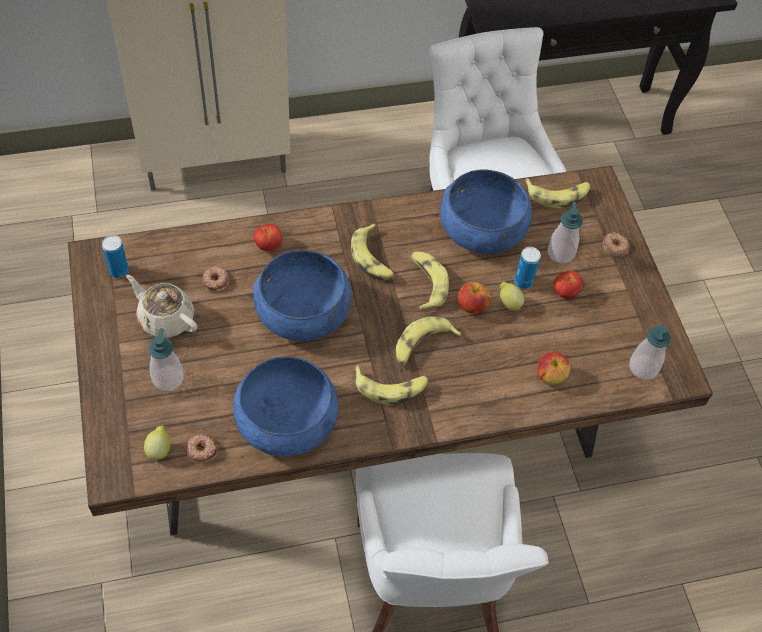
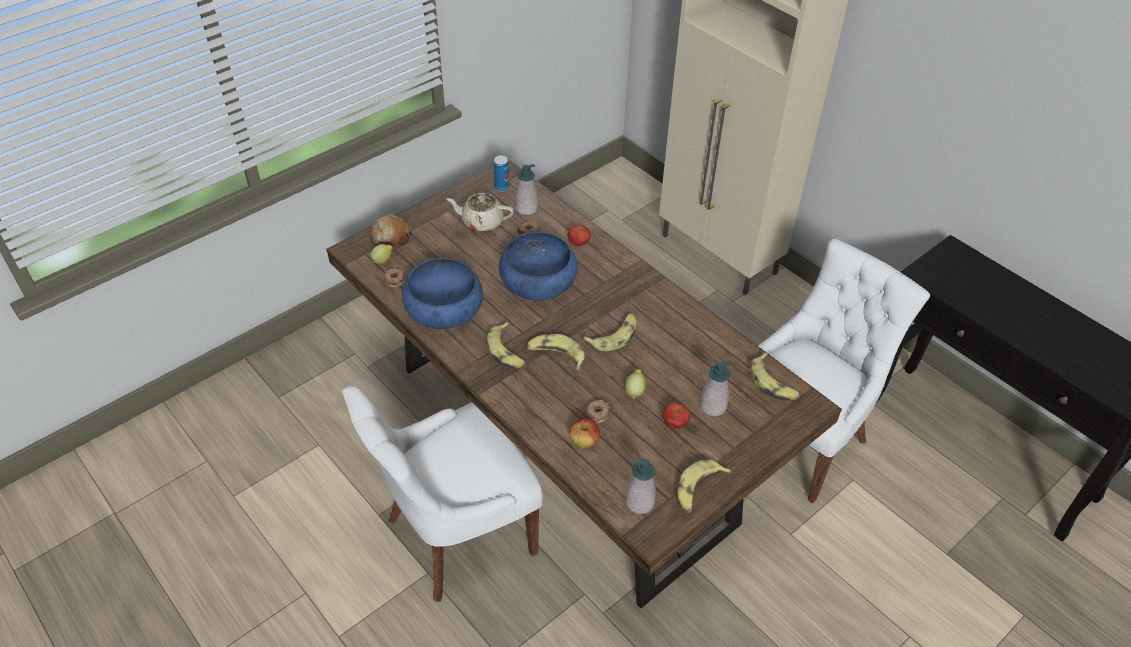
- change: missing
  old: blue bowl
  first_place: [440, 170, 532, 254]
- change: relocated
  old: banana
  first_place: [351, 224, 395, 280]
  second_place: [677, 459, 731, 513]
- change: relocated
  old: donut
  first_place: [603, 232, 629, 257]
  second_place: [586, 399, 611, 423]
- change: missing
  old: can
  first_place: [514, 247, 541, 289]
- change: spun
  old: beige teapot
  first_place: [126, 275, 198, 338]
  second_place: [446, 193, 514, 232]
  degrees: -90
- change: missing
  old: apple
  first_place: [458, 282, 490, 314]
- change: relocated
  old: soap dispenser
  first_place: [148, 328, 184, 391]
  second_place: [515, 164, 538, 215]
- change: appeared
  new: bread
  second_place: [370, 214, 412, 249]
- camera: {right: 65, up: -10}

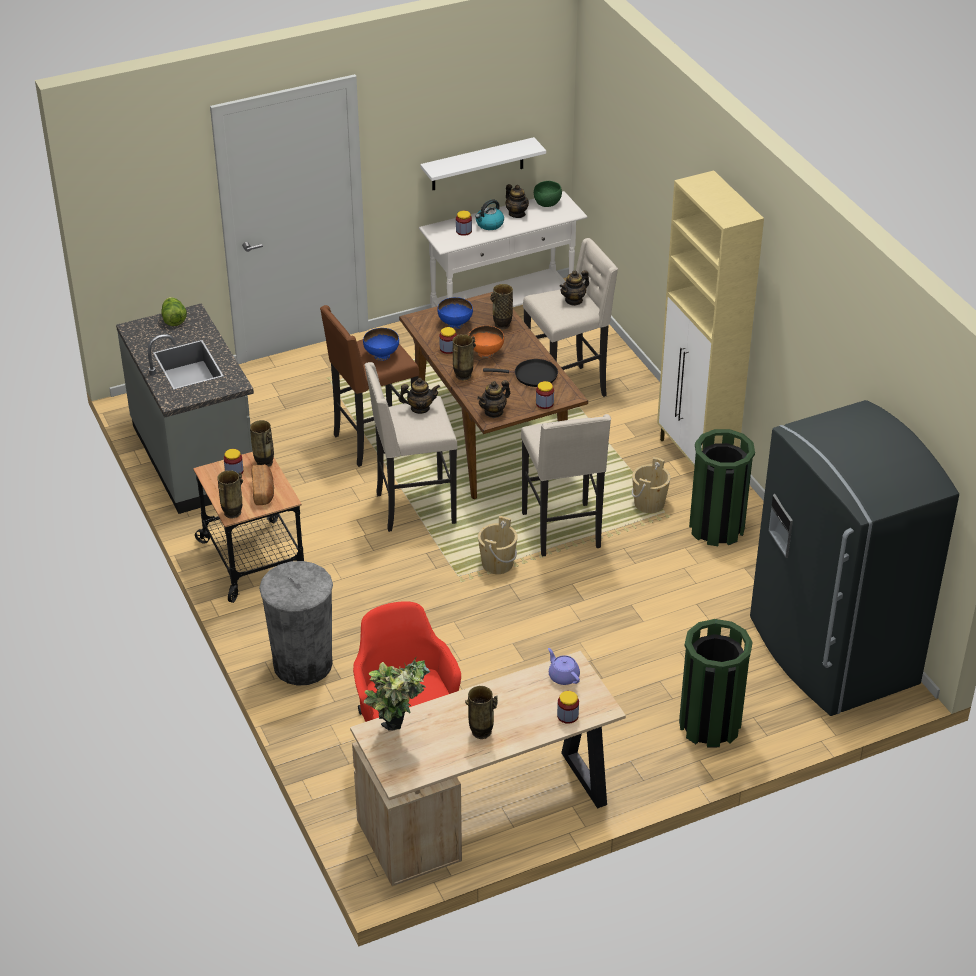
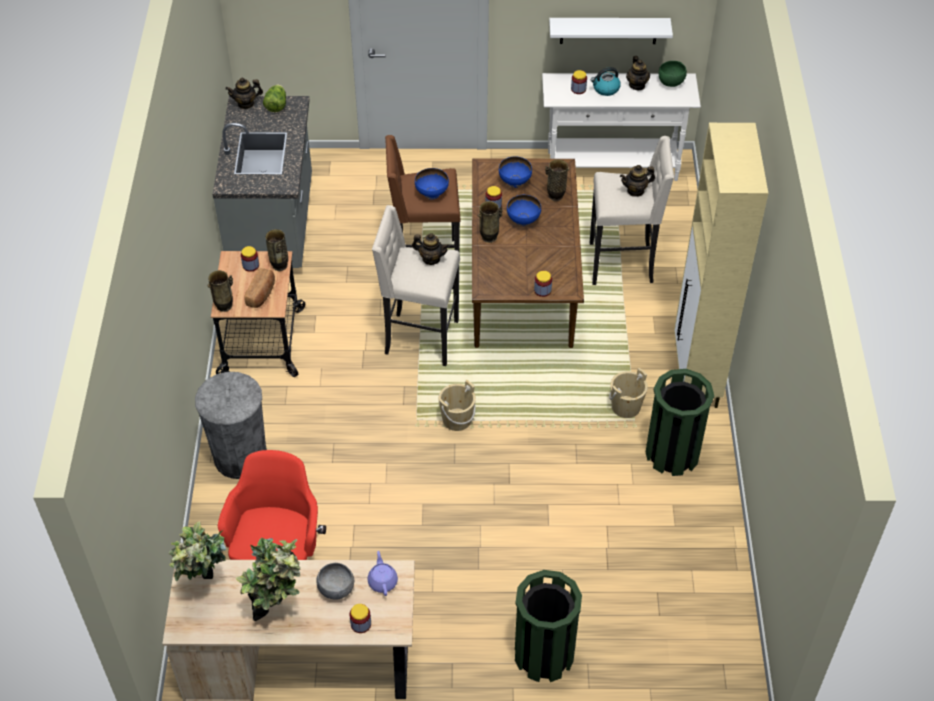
- change: colour
  old: orange bowl
  new: blue bowl
  first_place: [469, 326, 504, 358]
  second_place: [507, 195, 541, 226]
- change: missing
  old: black frying pan
  first_place: [483, 359, 558, 387]
- change: relocated
  old: teapot
  first_place: [477, 380, 510, 418]
  second_place: [225, 78, 263, 109]
- change: missing
  old: grey fridge
  first_place: [750, 400, 959, 716]
- change: missing
  old: beige stool
  first_place: [521, 414, 611, 556]
- change: exchanged
  old: vase
  new: potted plant
  first_place: [465, 686, 498, 739]
  second_place: [235, 538, 300, 621]
- change: appeared
  new: grey bowl
  second_place: [316, 563, 354, 600]
- camera: {right: 25, up: 10}

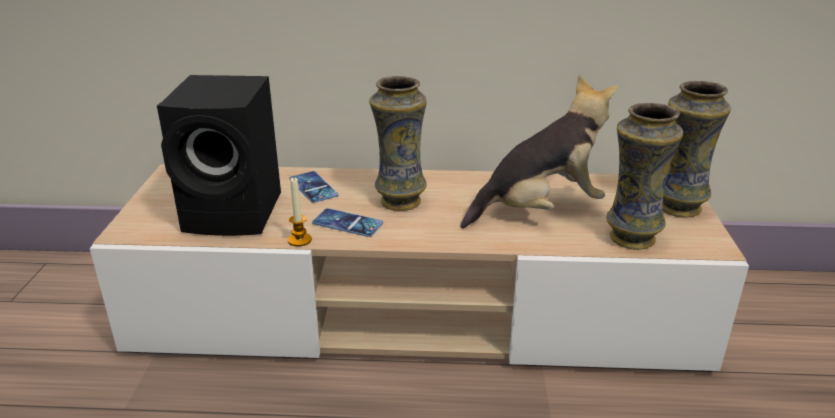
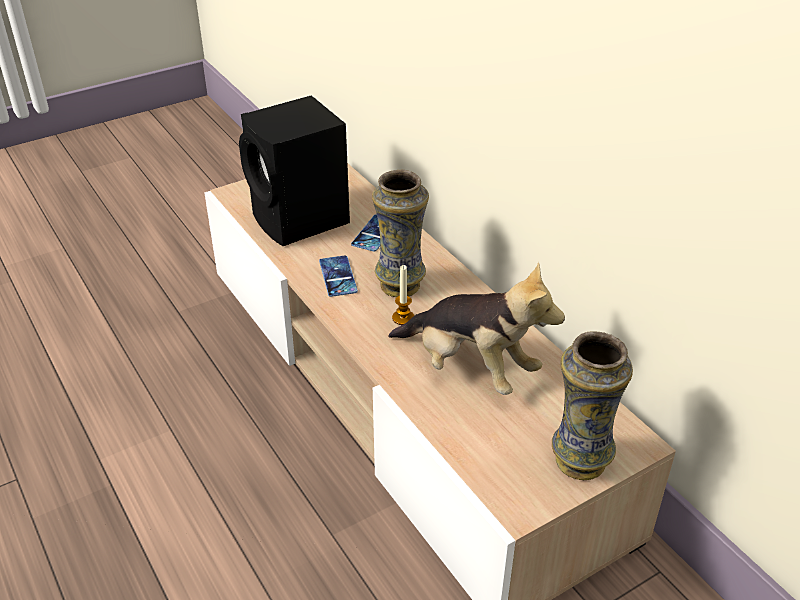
- change: missing
  old: vase
  first_place: [606, 103, 683, 250]
- change: relocated
  old: candle
  first_place: [288, 177, 312, 247]
  second_place: [392, 265, 414, 325]
- camera: {right: 55, up: 10}

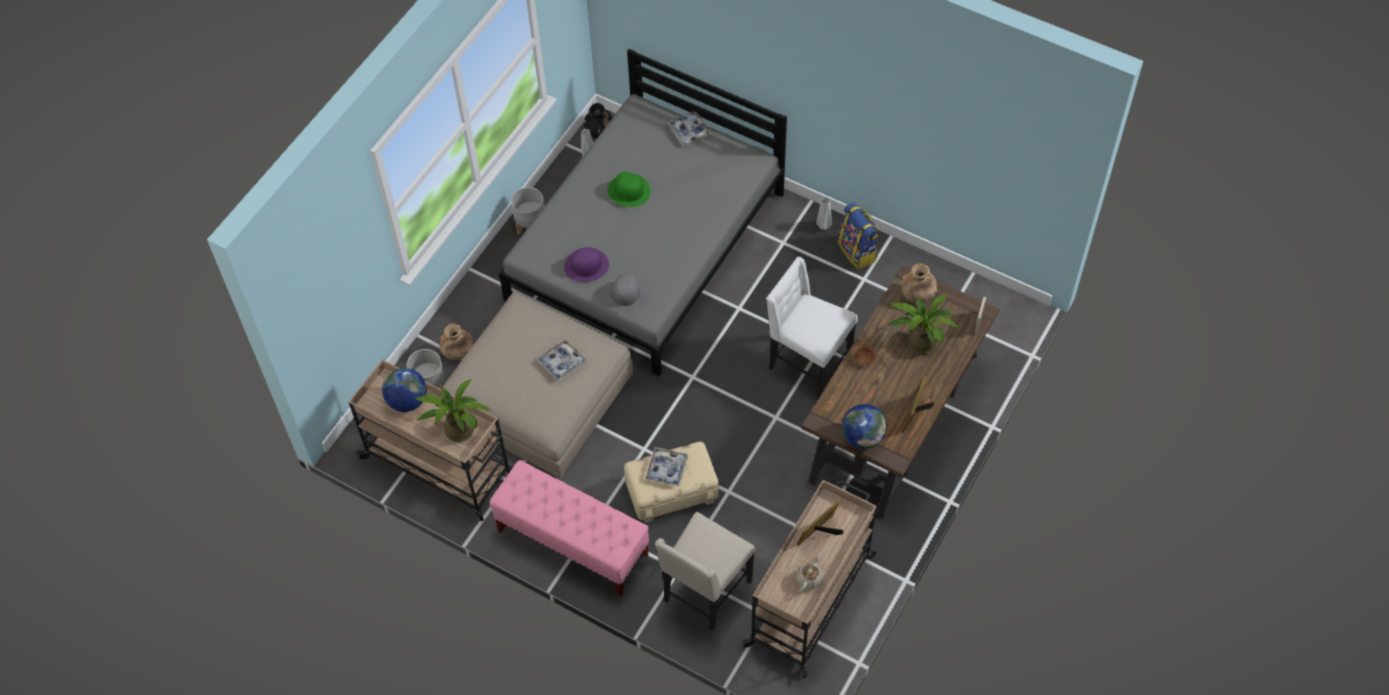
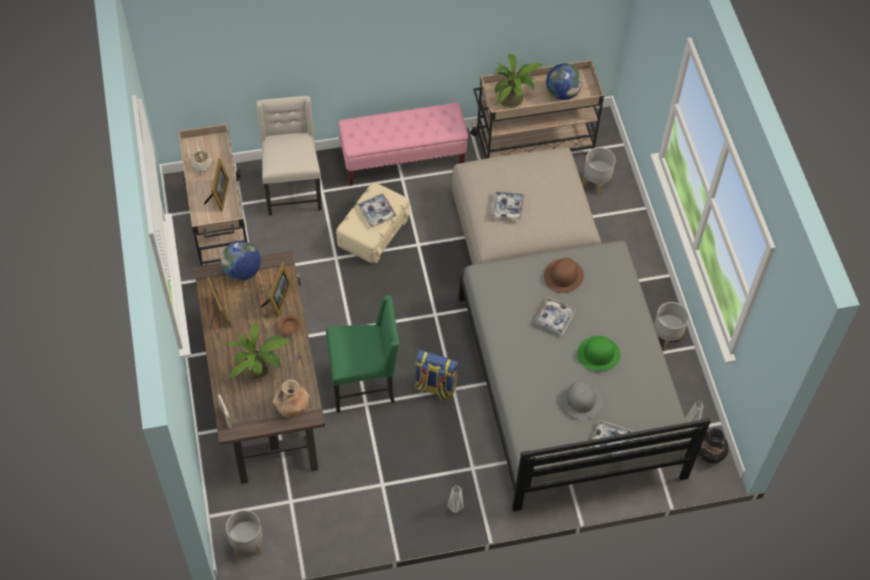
- change: relocated
  old: backpack
  first_place: [838, 203, 878, 270]
  second_place: [414, 350, 458, 401]
- change: colour
  old: purple hat
  new: brown hat
  first_place: [564, 247, 609, 282]
  second_place: [544, 258, 584, 293]
- change: colour
  old: white chair
  new: green chair
  first_place: [766, 257, 857, 398]
  second_place: [326, 295, 399, 413]
- change: relocated
  old: grey hat
  first_place: [604, 274, 647, 313]
  second_place: [560, 381, 602, 420]
- change: missing
  old: brown vase
  first_place: [440, 323, 473, 360]
- change: appeared
  new: picture frame
  second_place: [261, 262, 292, 318]
- change: appeared
  new: tray
  second_place: [534, 297, 576, 335]
- change: appeared
  new: grey planter
  second_place: [226, 510, 263, 558]
- camera: {right: 135, up: 0}

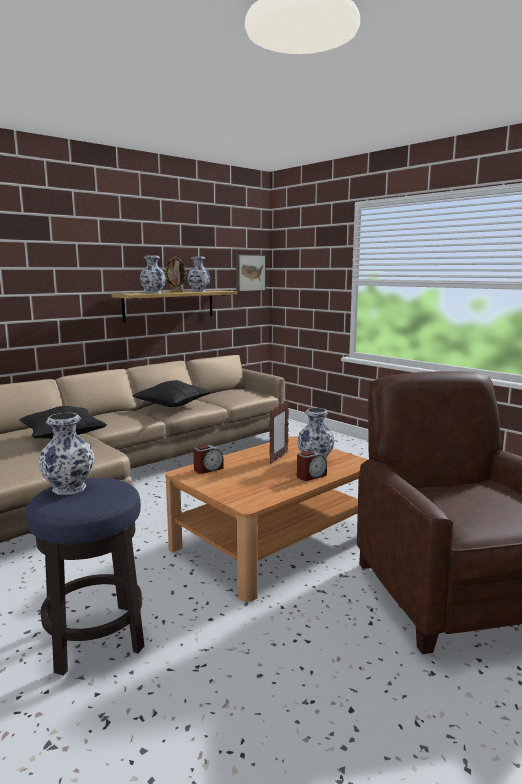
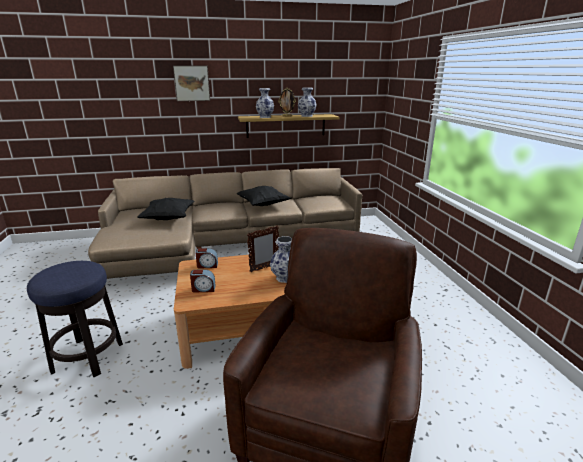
- change: relocated
  old: picture
  first_place: [236, 254, 266, 292]
  second_place: [173, 65, 210, 101]
- change: missing
  old: vase
  first_place: [38, 413, 95, 495]
- change: relocated
  old: alarm clock
  first_place: [297, 451, 327, 481]
  second_place: [190, 269, 216, 293]
- camera: {right: 30, up: 10}

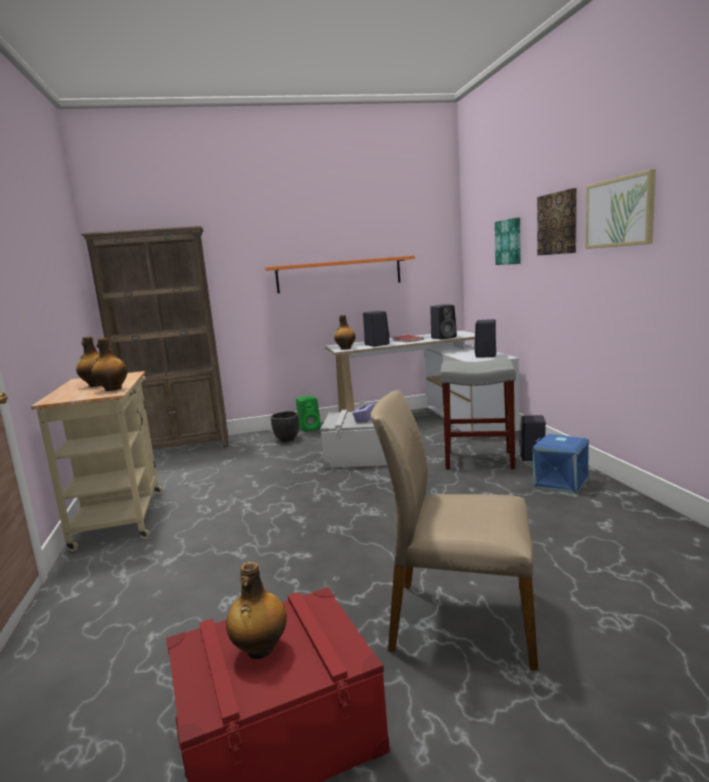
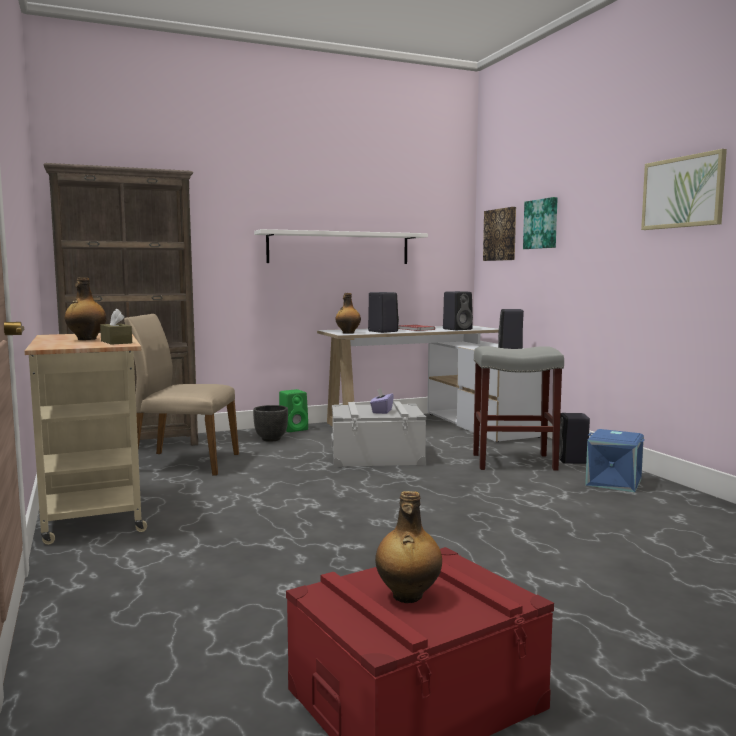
- change: relocated
  old: picture
  first_place: [537, 188, 577, 256]
  second_place: [483, 207, 516, 261]
- change: colour
  old: orange shelf
  new: white shelf
  first_place: [265, 256, 415, 293]
  second_place: [254, 229, 428, 264]
- change: exchanged
  old: bottle
  new: brown tissue box
  first_place: [91, 338, 128, 391]
  second_place: [100, 308, 132, 345]
- change: relocated
  old: beige chair
  first_place: [371, 390, 538, 671]
  second_place: [124, 314, 239, 476]
- camera: {right: -10, up: -5}

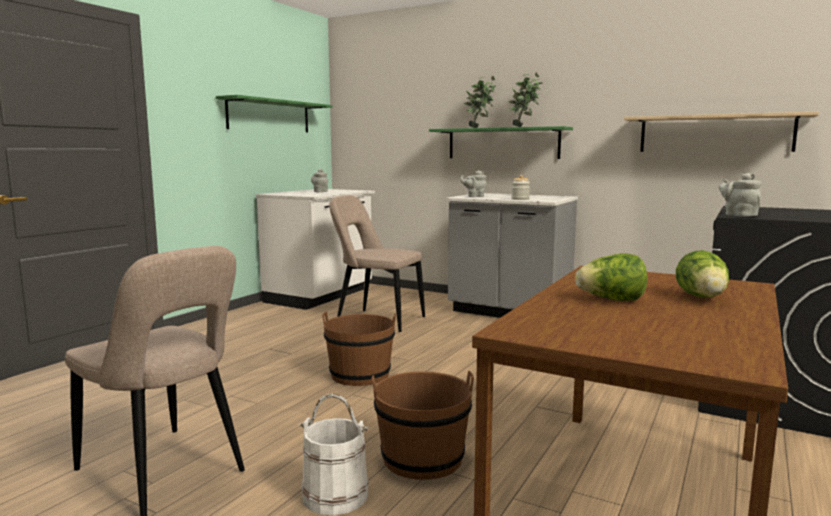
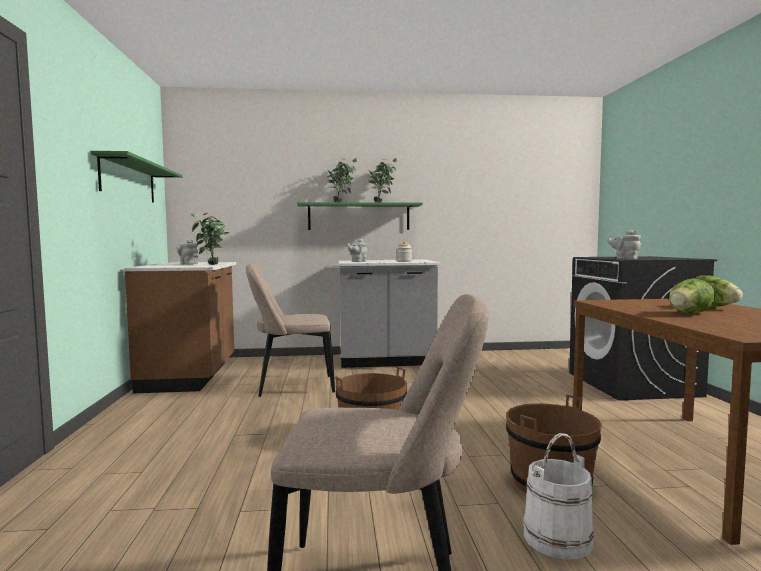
- change: missing
  old: beige shelf
  first_place: [624, 111, 819, 152]
- change: colour
  old: white counter
  new: brown counter
  first_place: [256, 189, 375, 310]
  second_place: [124, 262, 236, 393]
- change: appeared
  new: potted plant
  second_place: [190, 213, 229, 265]
- camera: {right: -35, up: -5}

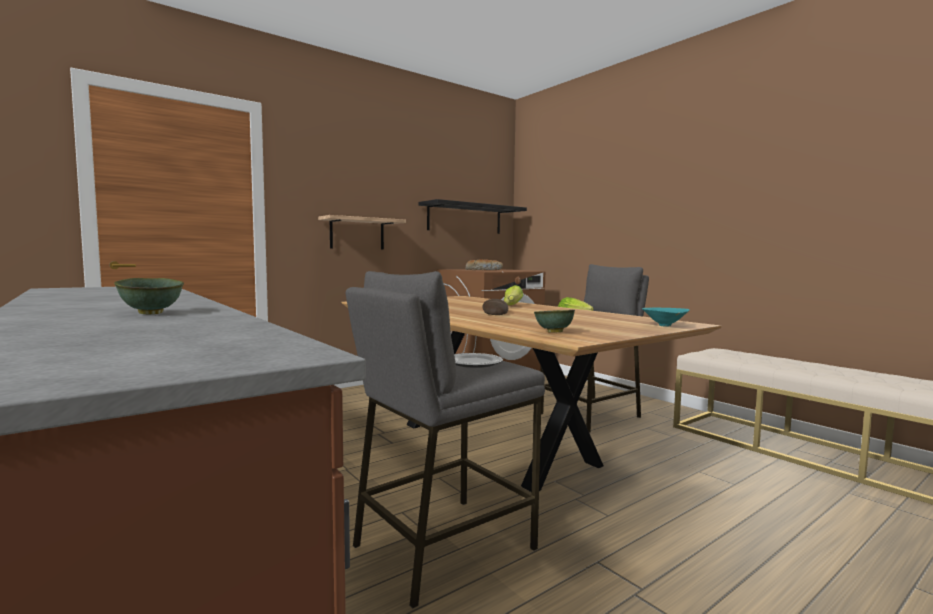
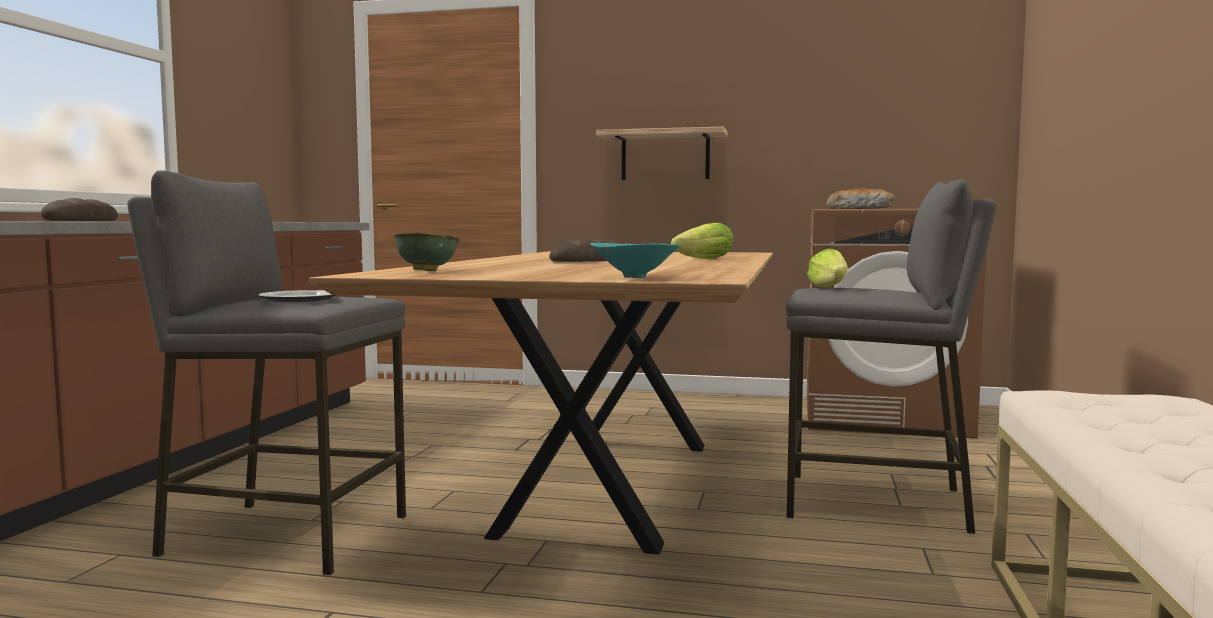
- change: missing
  old: black shelf
  first_place: [419, 199, 527, 234]
- change: exchanged
  old: green bowl
  new: bread
  first_place: [114, 278, 184, 314]
  second_place: [41, 198, 118, 221]
- camera: {right: 50, up: 0}

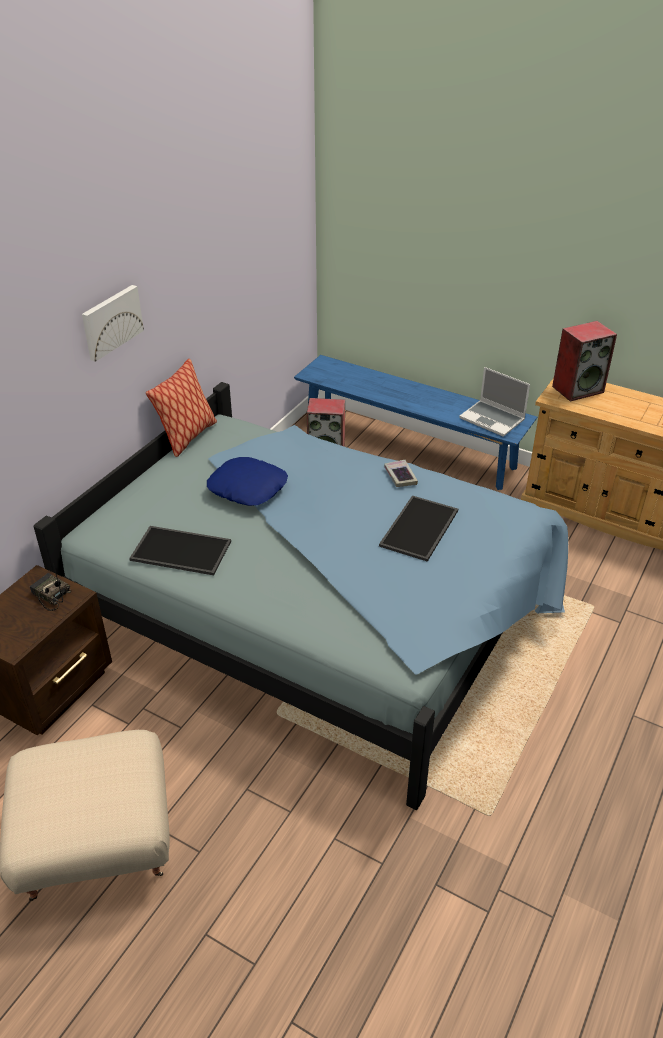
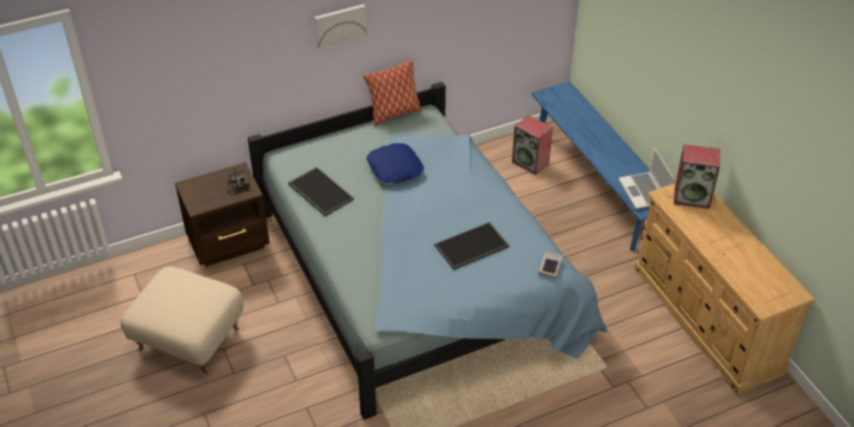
- change: relocated
  old: book
  first_place: [384, 460, 418, 487]
  second_place: [538, 252, 563, 279]
- camera: {right: 35, up: 5}

